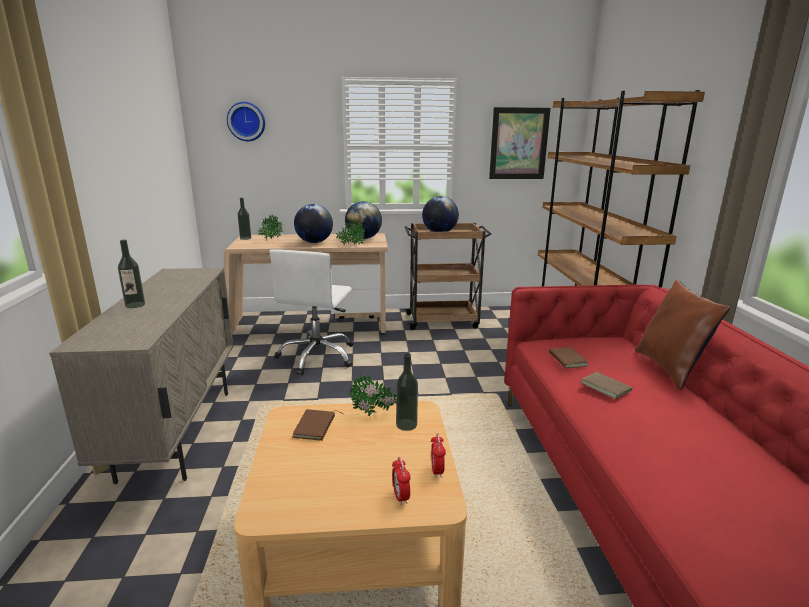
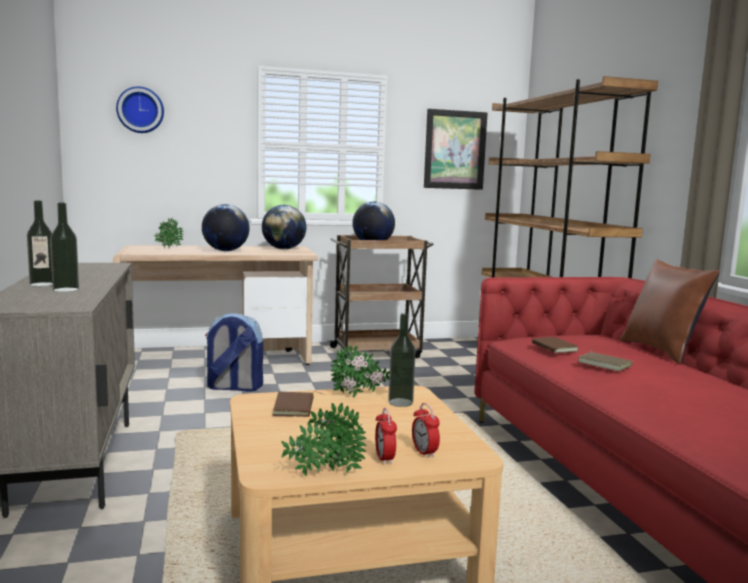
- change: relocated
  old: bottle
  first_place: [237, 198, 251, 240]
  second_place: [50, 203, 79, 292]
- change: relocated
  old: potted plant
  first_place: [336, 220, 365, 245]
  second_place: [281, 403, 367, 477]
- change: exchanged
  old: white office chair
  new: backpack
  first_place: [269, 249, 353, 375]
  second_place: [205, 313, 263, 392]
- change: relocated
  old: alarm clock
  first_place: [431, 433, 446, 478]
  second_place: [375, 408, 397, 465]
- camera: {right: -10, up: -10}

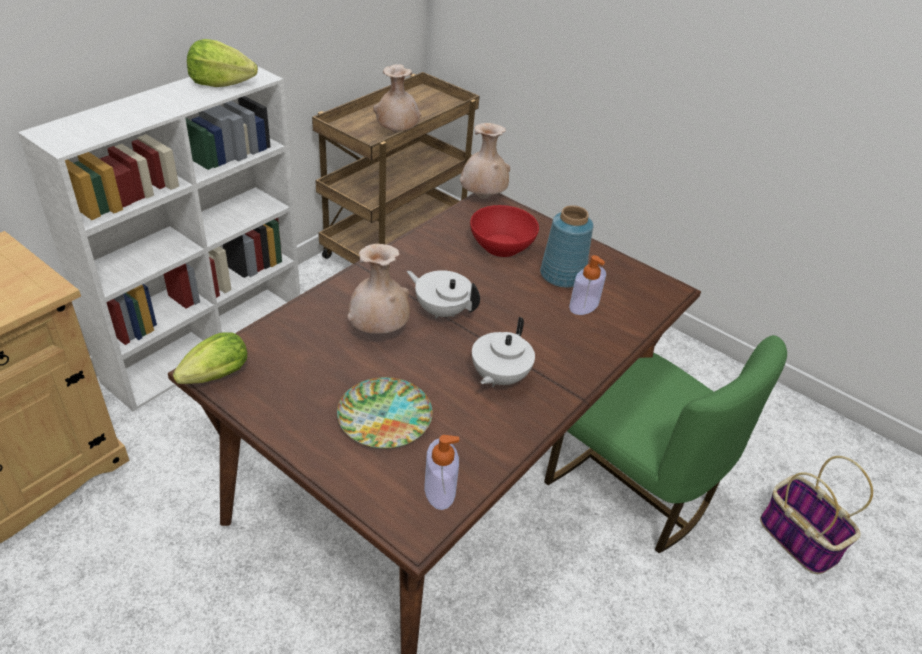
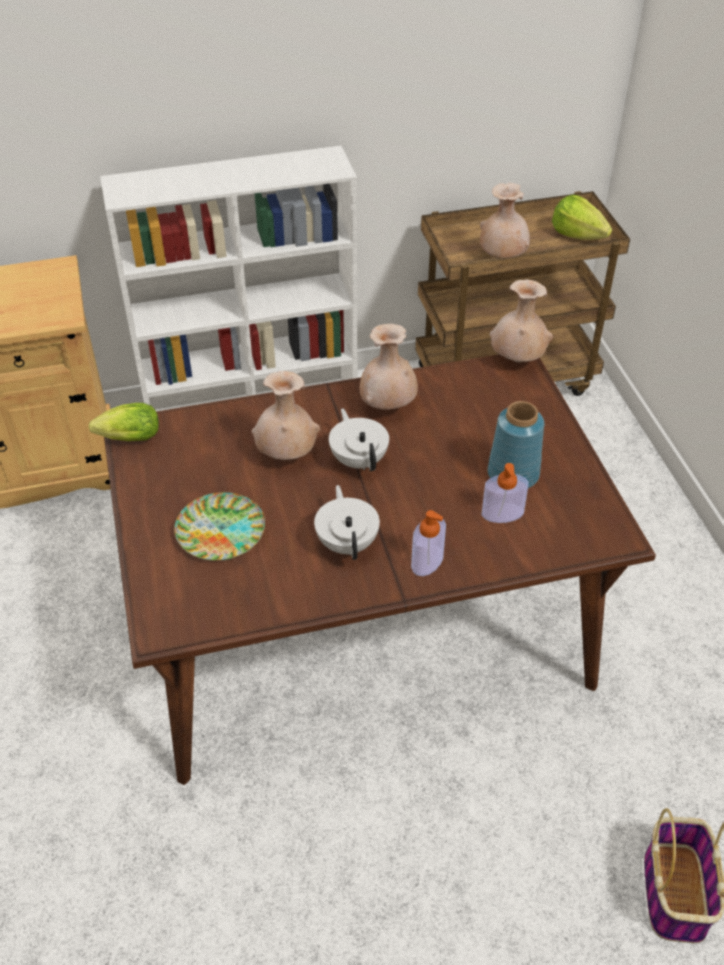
- change: relocated
  old: lettuce
  first_place: [187, 39, 258, 87]
  second_place: [552, 195, 612, 240]
- change: missing
  old: red bowl
  first_place: [470, 205, 539, 257]
- change: spun
  old: white teapot
  first_place: [472, 317, 535, 387]
  second_place: [314, 485, 380, 560]
  degrees: 105
- change: missing
  old: green chair
  first_place: [544, 335, 787, 553]
- change: relocated
  old: soap dispenser
  first_place: [424, 435, 459, 510]
  second_place: [411, 510, 446, 576]
- change: appeared
  new: beige vase
  second_place: [360, 324, 418, 410]
- camera: {right: 40, up: 5}

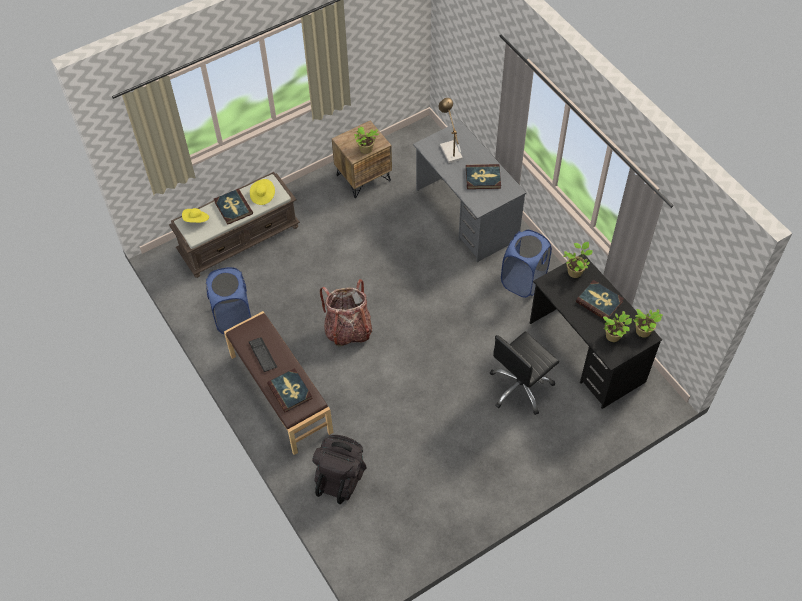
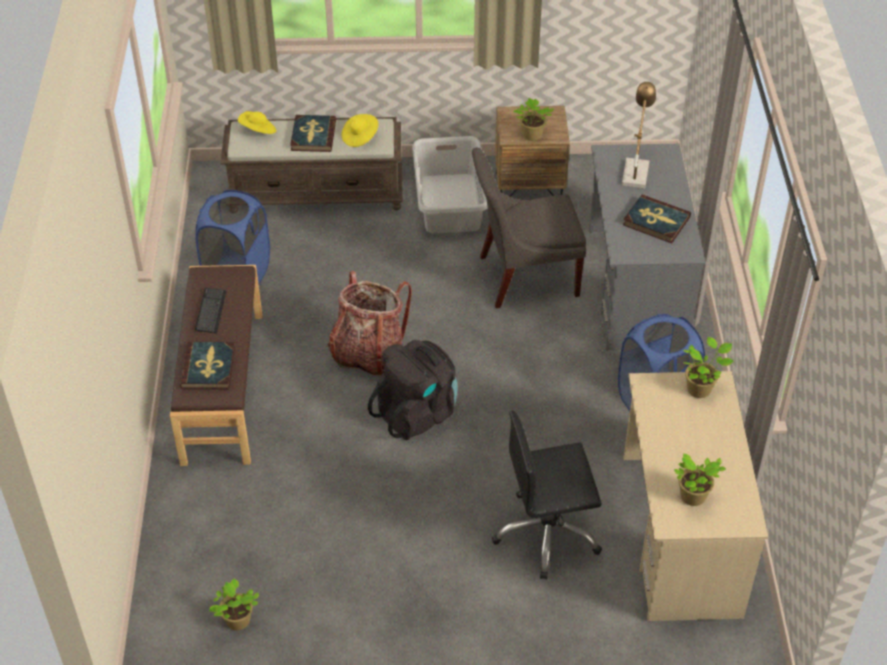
- change: colour
  old: black desk
  new: beige desk
  first_place: [530, 254, 662, 409]
  second_place: [623, 371, 768, 621]
- change: missing
  old: book
  first_place: [576, 280, 624, 319]
- change: relocated
  old: potted plant
  first_place: [634, 309, 663, 338]
  second_place: [209, 579, 259, 630]
- change: relocated
  old: black backpack
  first_place: [312, 435, 367, 504]
  second_place: [368, 340, 458, 440]
- change: appeared
  new: grey laundry basket
  second_place: [412, 136, 488, 234]
- change: appeared
  new: grey chair
  second_place: [472, 147, 586, 308]
- camera: {right: 30, up: -10}

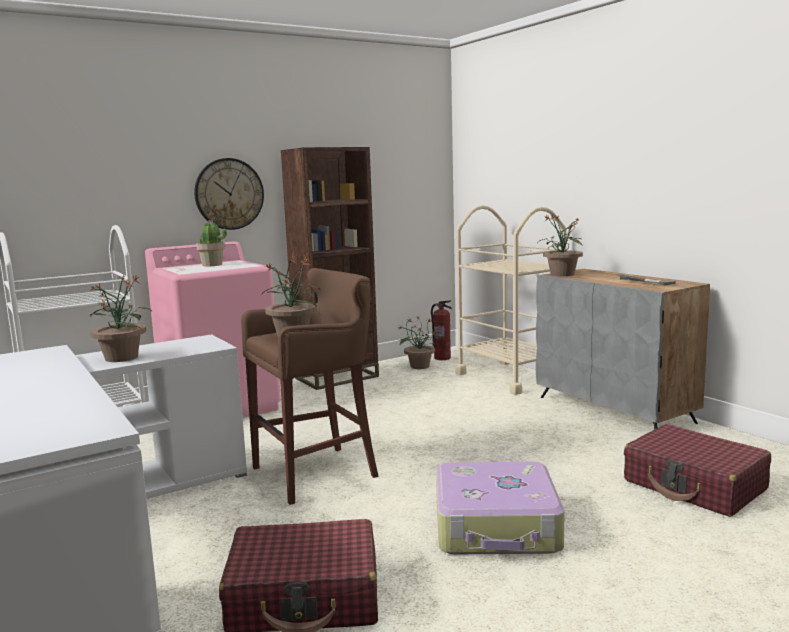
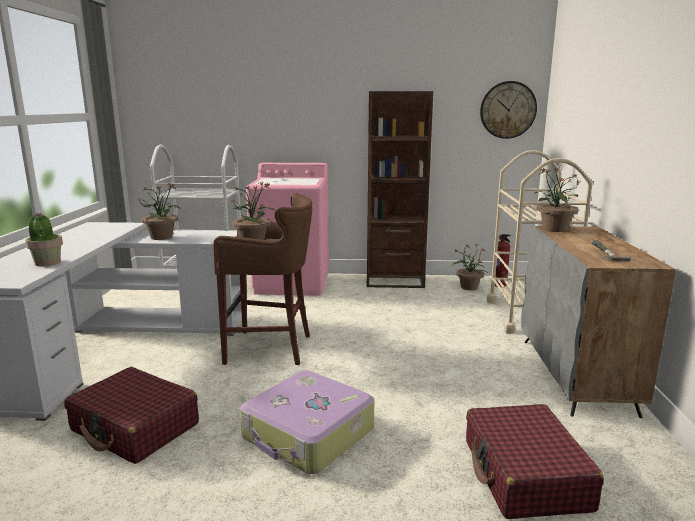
- change: relocated
  old: wall clock
  first_place: [194, 158, 264, 230]
  second_place: [480, 81, 537, 139]
- change: relocated
  old: potted plant
  first_place: [196, 220, 227, 266]
  second_place: [25, 213, 63, 266]
- camera: {right: 35, up: 5}

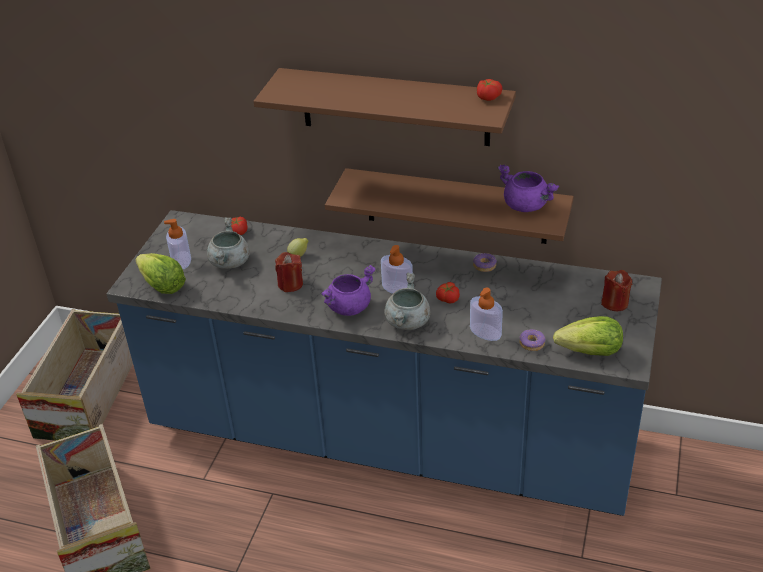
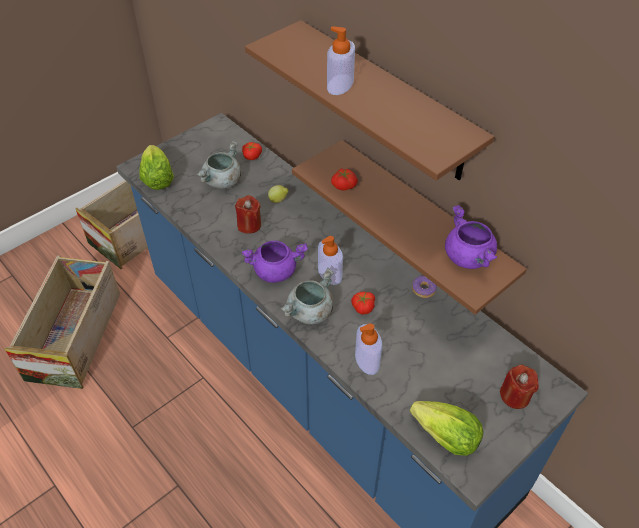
- change: relocated
  old: tomato
  first_place: [477, 79, 503, 101]
  second_place: [331, 168, 358, 190]
- change: relocated
  old: soap dispenser
  first_place: [164, 219, 191, 269]
  second_place: [327, 26, 355, 95]
- change: missing
  old: donut
  first_place: [519, 329, 546, 351]
- camera: {right: 30, up: 10}

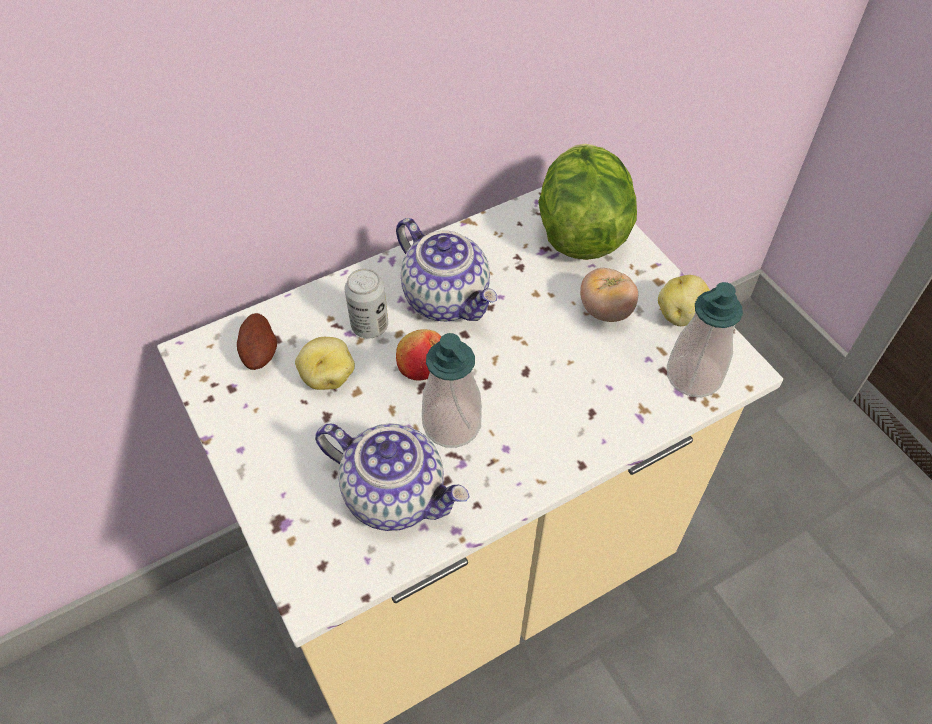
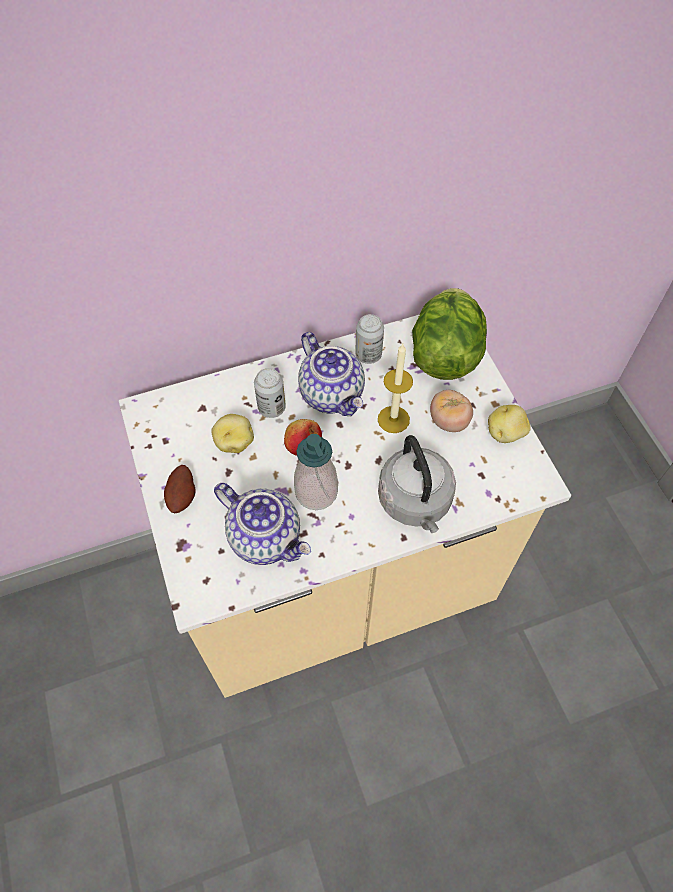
- change: missing
  old: soap dispenser
  first_place: [667, 282, 743, 398]
- change: relocated
  old: potato
  first_place: [237, 313, 277, 370]
  second_place: [164, 465, 196, 513]
- change: appeared
  new: can
  second_place: [355, 314, 384, 364]
- change: appeared
  new: candle
  second_place: [378, 344, 413, 433]
- change: appeared
  new: grey kettle
  second_place: [378, 435, 456, 533]
- camera: {right: 10, up: 5}

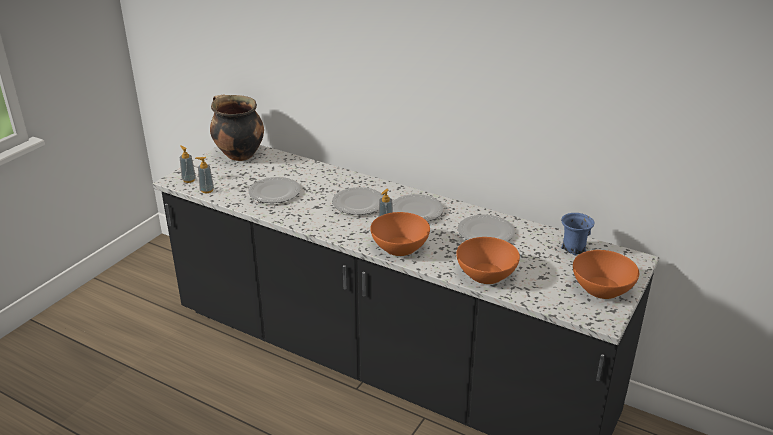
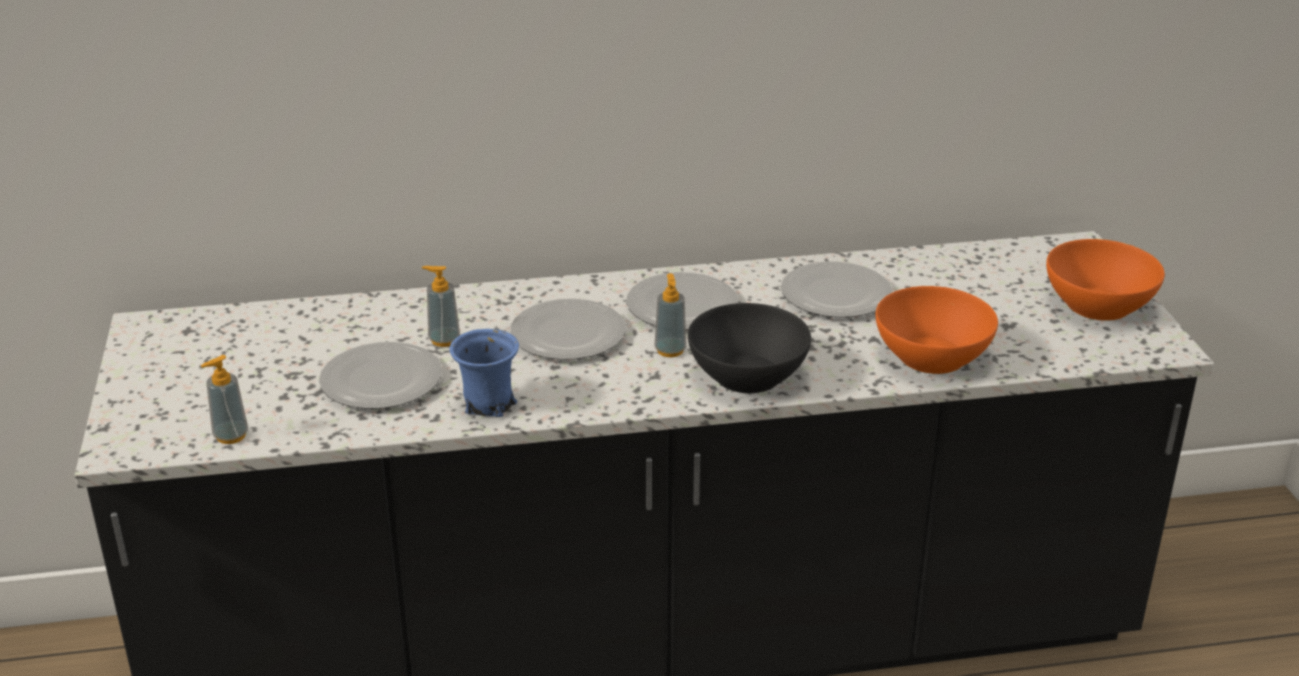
- change: missing
  old: cooking pot
  first_place: [210, 94, 264, 161]
- change: relocated
  old: soap dispenser
  first_place: [180, 145, 196, 183]
  second_place: [422, 266, 460, 347]
- change: colour
  old: orange bowl
  new: black bowl
  first_place: [370, 212, 430, 256]
  second_place: [688, 303, 811, 393]
- change: relocated
  old: blue mug
  first_place: [561, 213, 594, 255]
  second_place: [450, 329, 519, 417]
- camera: {right: -40, up: 0}

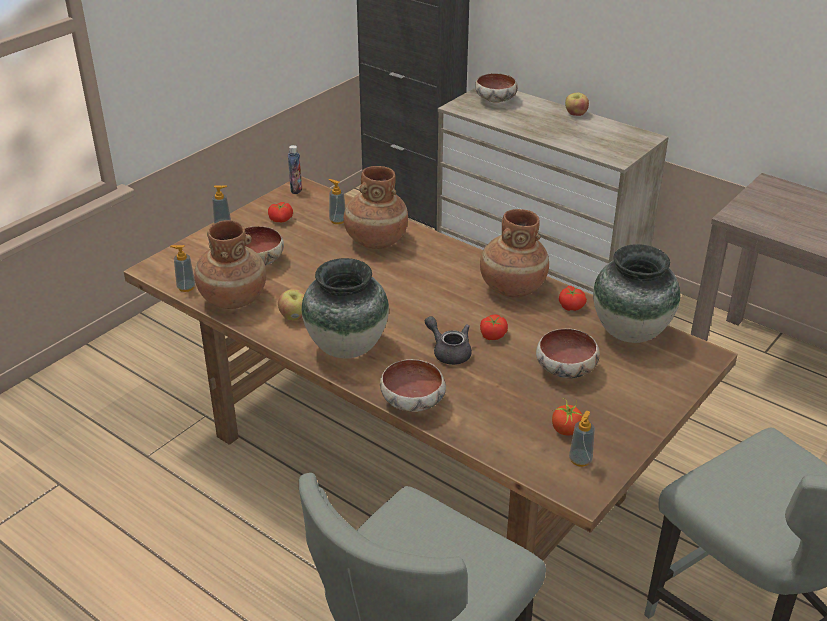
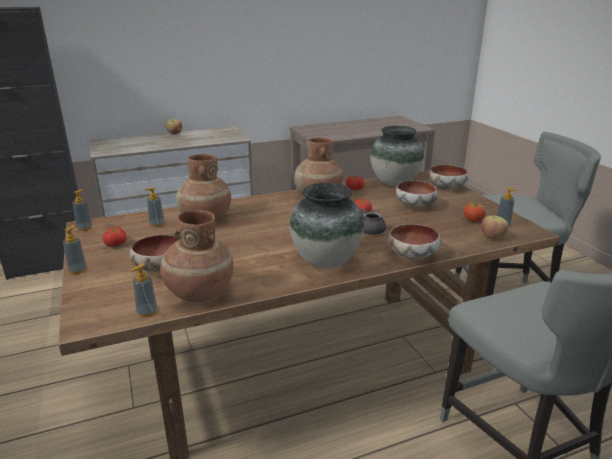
- change: relocated
  old: bowl
  first_place: [475, 73, 518, 103]
  second_place: [428, 165, 469, 189]
- change: exchanged
  old: bottle
  new: soap dispenser
  first_place: [288, 145, 302, 194]
  second_place: [72, 189, 92, 231]
- change: relocated
  old: apple
  first_place: [278, 289, 305, 320]
  second_place: [481, 215, 508, 240]
- camera: {right: -60, up: -10}

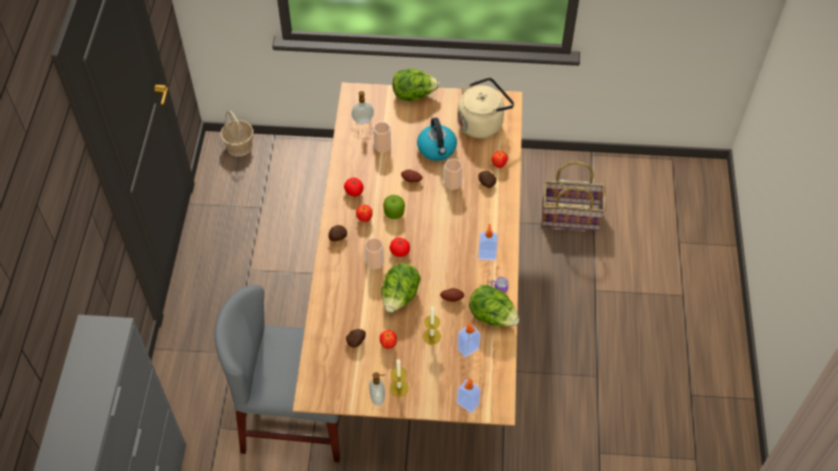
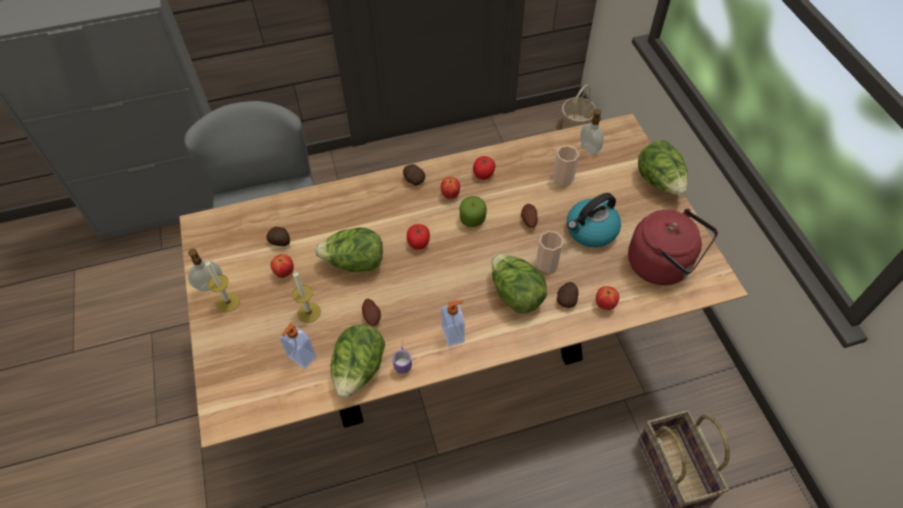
- change: colour
  old: beige kettle
  new: red kettle
  first_place: [457, 77, 514, 139]
  second_place: [628, 208, 718, 285]
- change: missing
  old: cup
  first_place: [365, 238, 384, 270]
- change: missing
  old: soap dispenser
  first_place: [457, 378, 481, 413]
- change: appeared
  new: lettuce
  second_place: [492, 254, 547, 314]
- camera: {right: 70, up: 0}

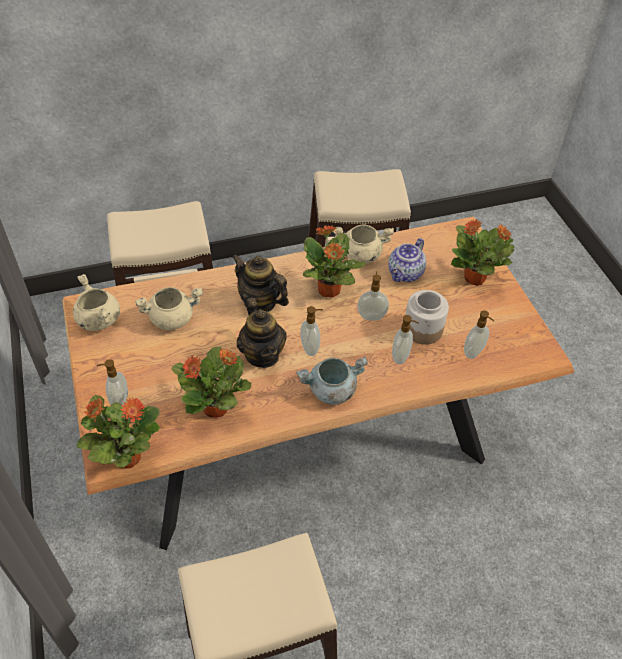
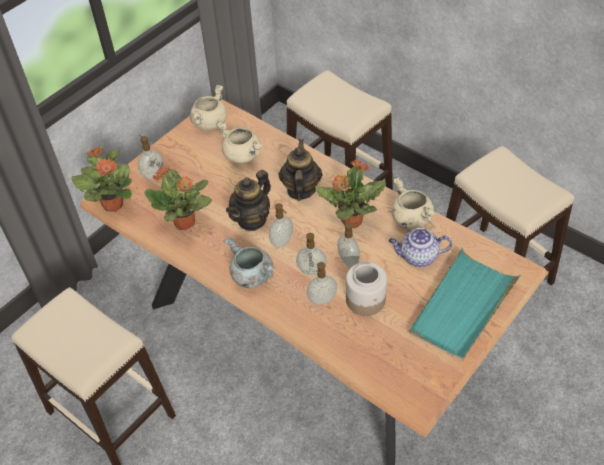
- change: exchanged
  old: potted plant
  new: turquoise tray
  first_place: [451, 219, 514, 286]
  second_place: [409, 248, 521, 361]
- change: relocated
  old: soap dispenser
  first_place: [464, 310, 494, 359]
  second_place: [296, 233, 327, 275]
- camera: {right: 60, up: 0}

